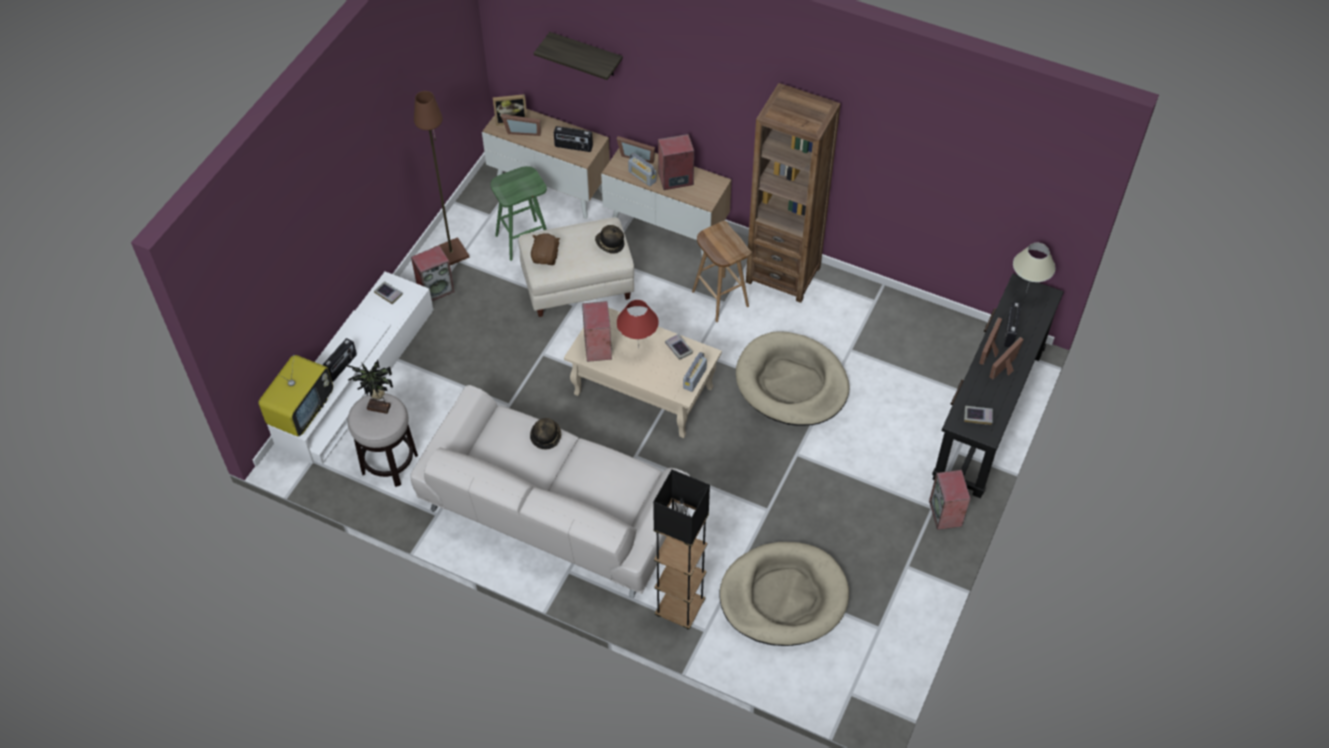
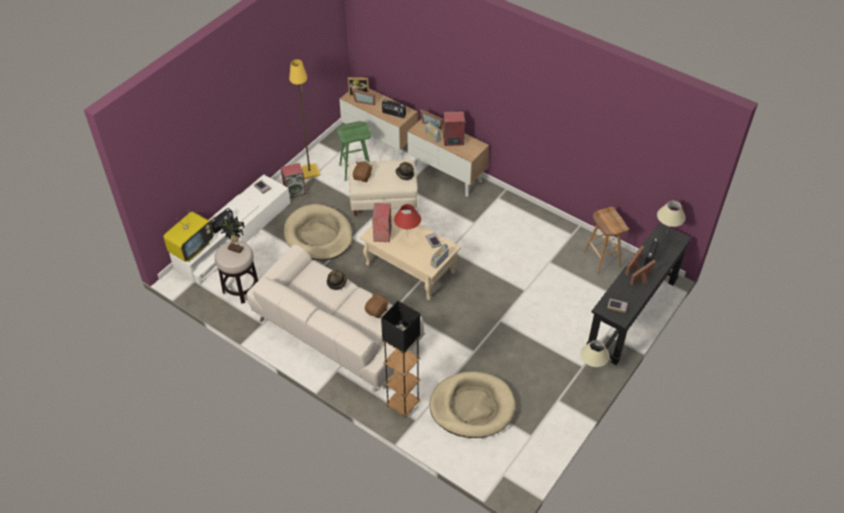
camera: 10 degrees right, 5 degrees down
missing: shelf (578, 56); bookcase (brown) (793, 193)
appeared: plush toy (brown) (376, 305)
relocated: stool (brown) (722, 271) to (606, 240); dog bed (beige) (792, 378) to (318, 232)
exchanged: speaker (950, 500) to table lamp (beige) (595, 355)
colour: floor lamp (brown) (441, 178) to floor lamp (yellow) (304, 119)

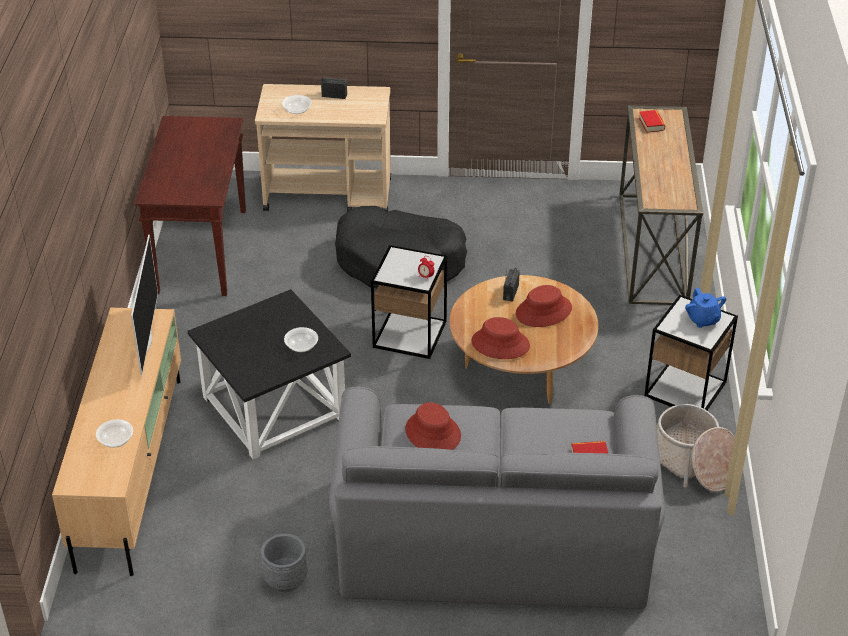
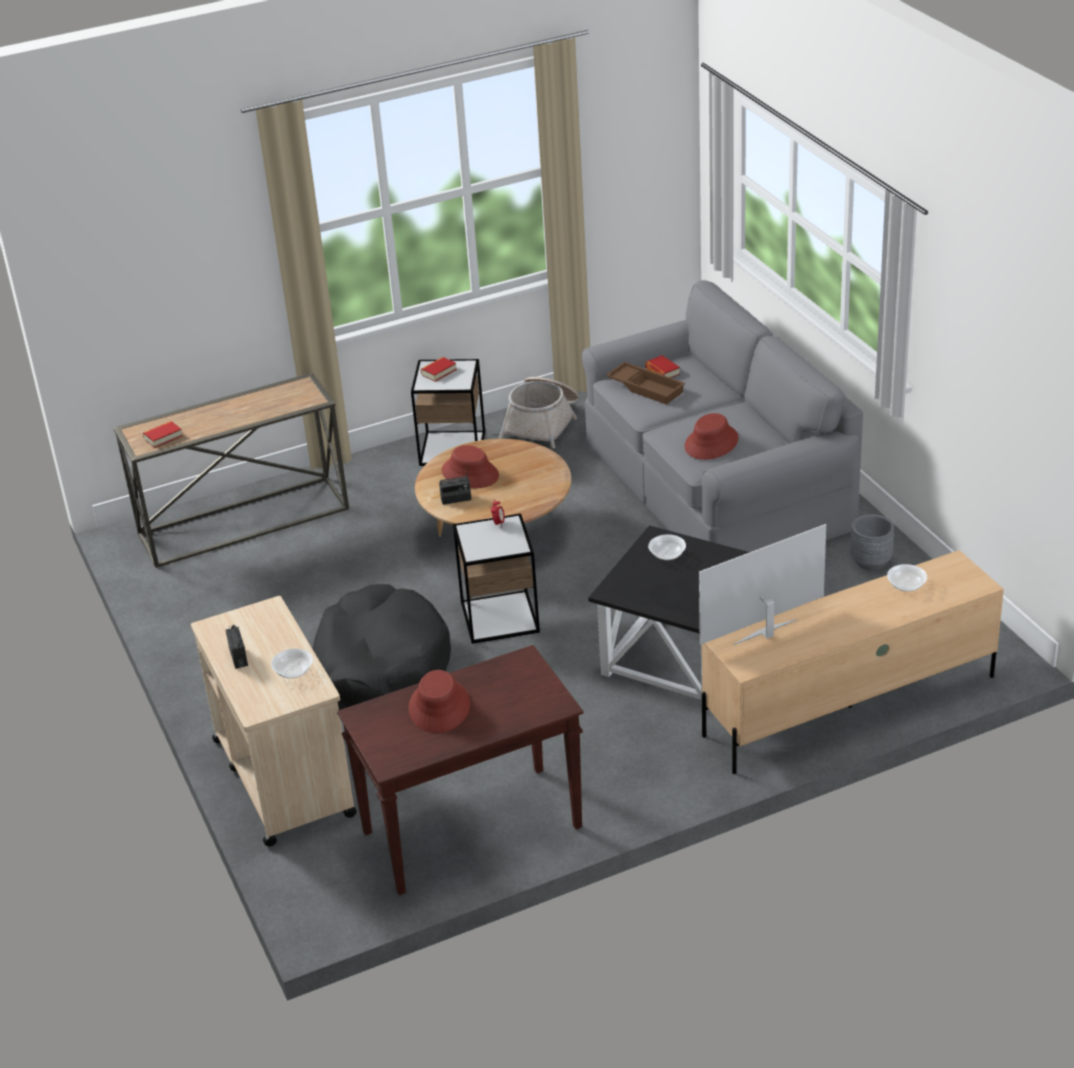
camera: 115 degrees left, 5 degrees down
appeared: tray (brown) (645, 383)
relocated: hat (red) (500, 338) to (439, 701)
exchanged: teapot (blue) (705, 308) to book (439, 369)

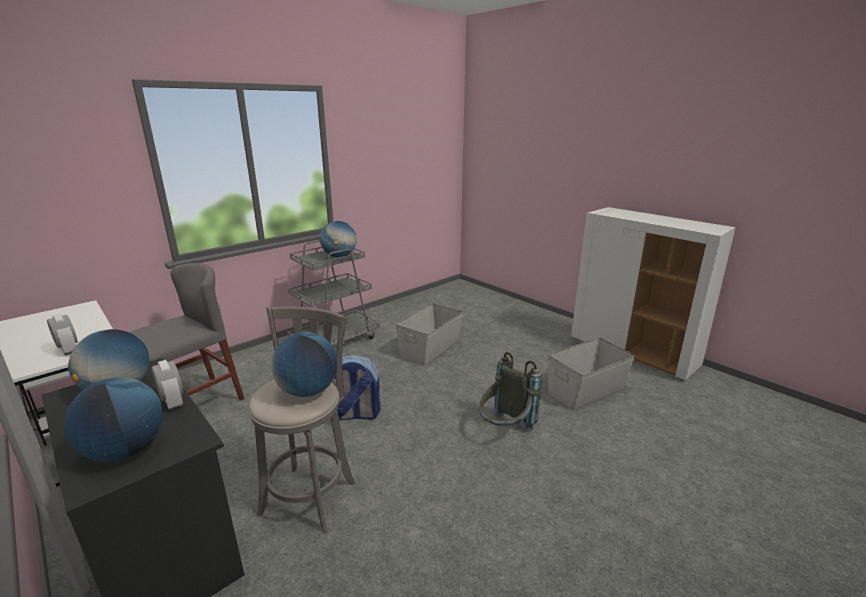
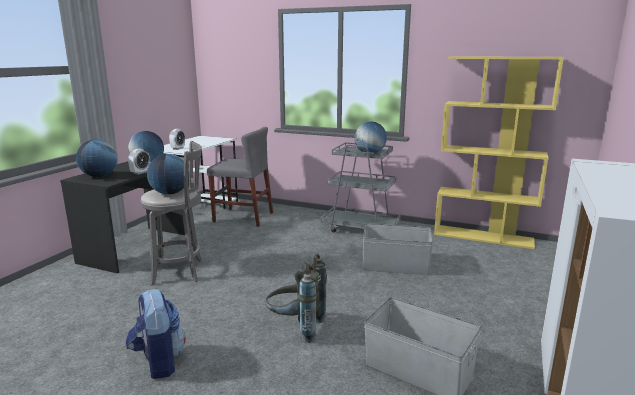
camera: 65 degrees right, 5 degrees down
appeared: bookcase (yellow) (499, 152)
relocated: backpack (357, 387) to (156, 334)

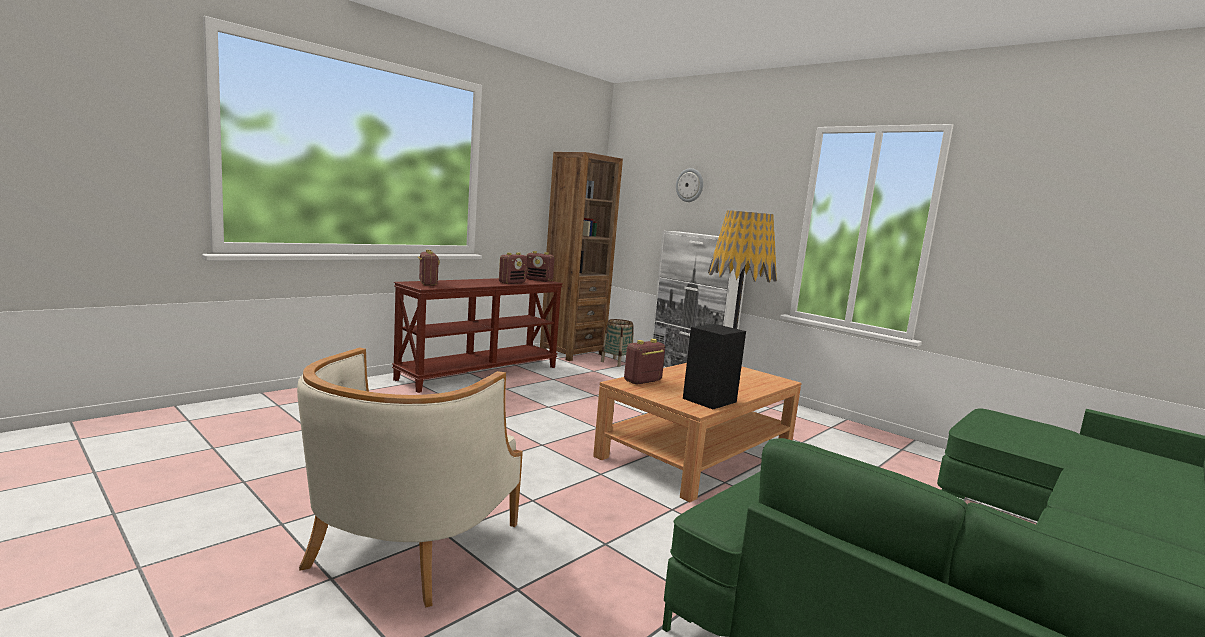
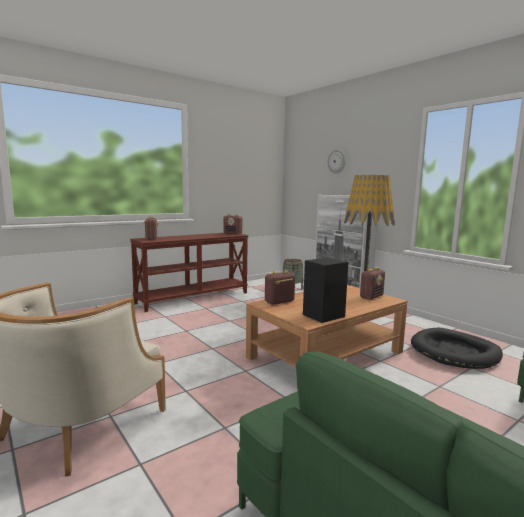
camera: 10 degrees right, 0 degrees up
missing: bookcase (brown) (581, 256)
appeared: dog bed (black) (457, 348)
relocated: radio (513, 268) to (372, 283)

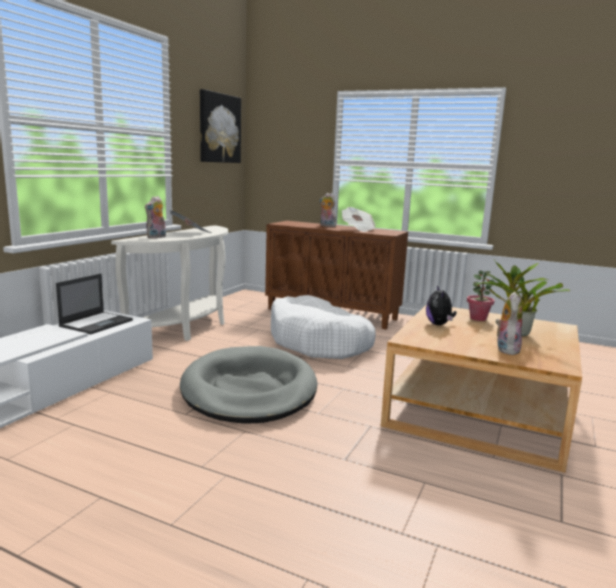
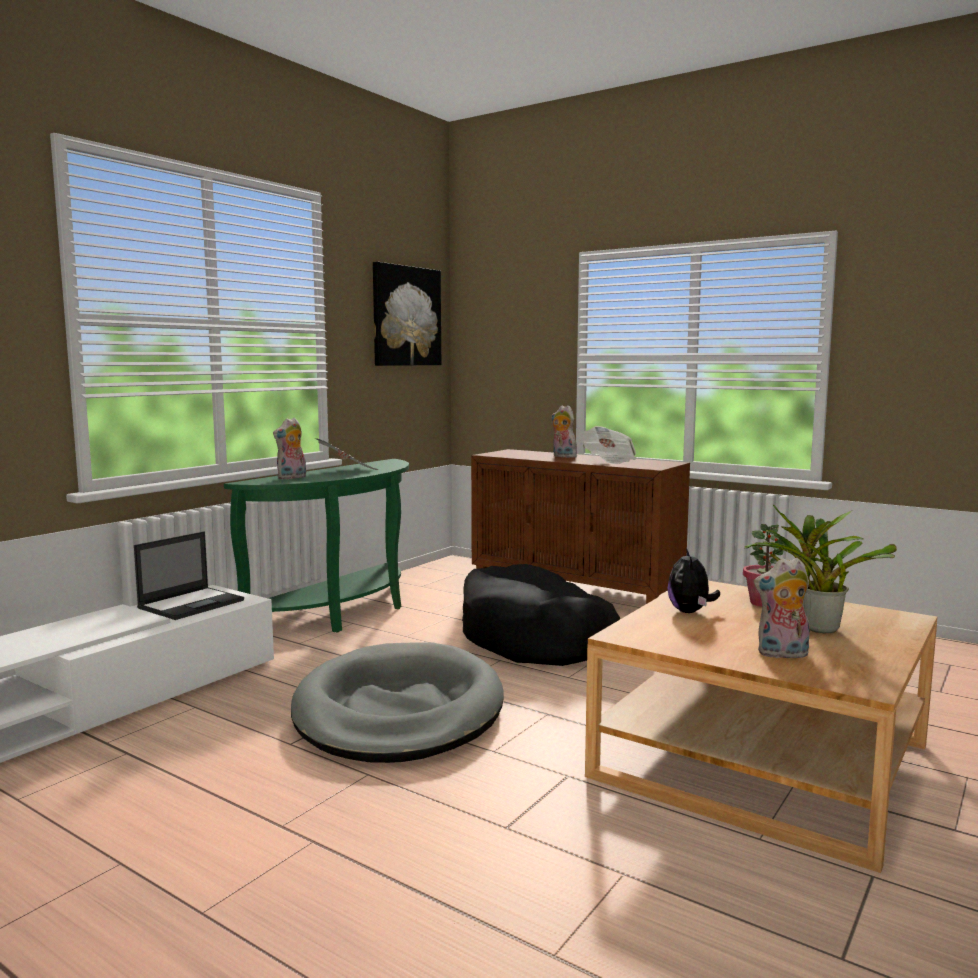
camera: 10 degrees right, 5 degrees down
colour: console table (white) (169, 283) to console table (green) (316, 546); dog bed (white) (323, 327) to dog bed (black) (541, 615)
spun: plush toy (509, 323) = (782, 608) 120 degrees counterclockwise

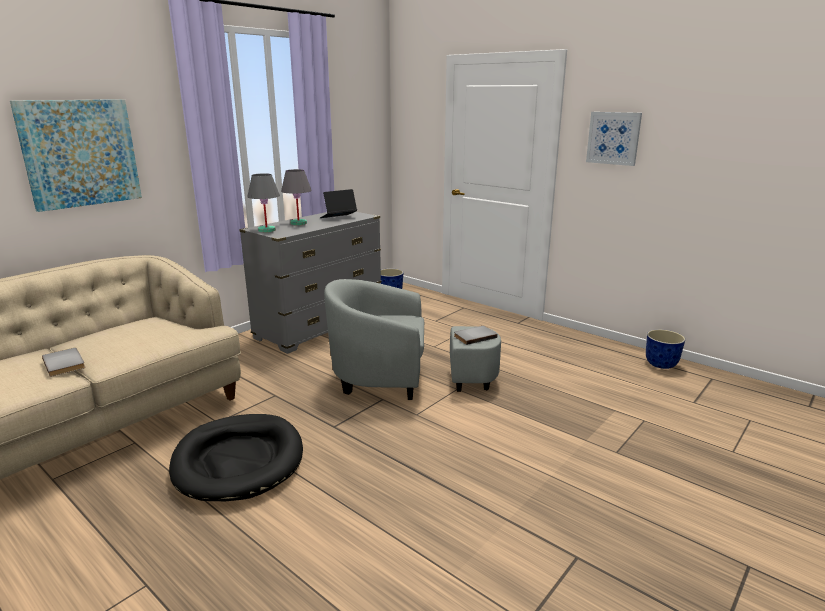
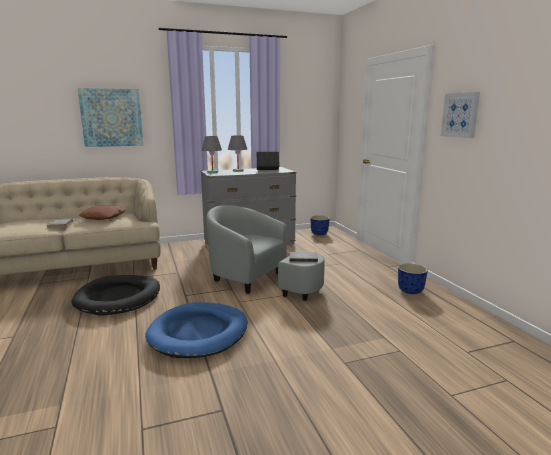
camera: 30 degrees right, 5 degrees down
appeared: pillow (brown) (102, 212); dog bed (blue) (196, 330)
relocated: planter (665, 349) to (413, 278)

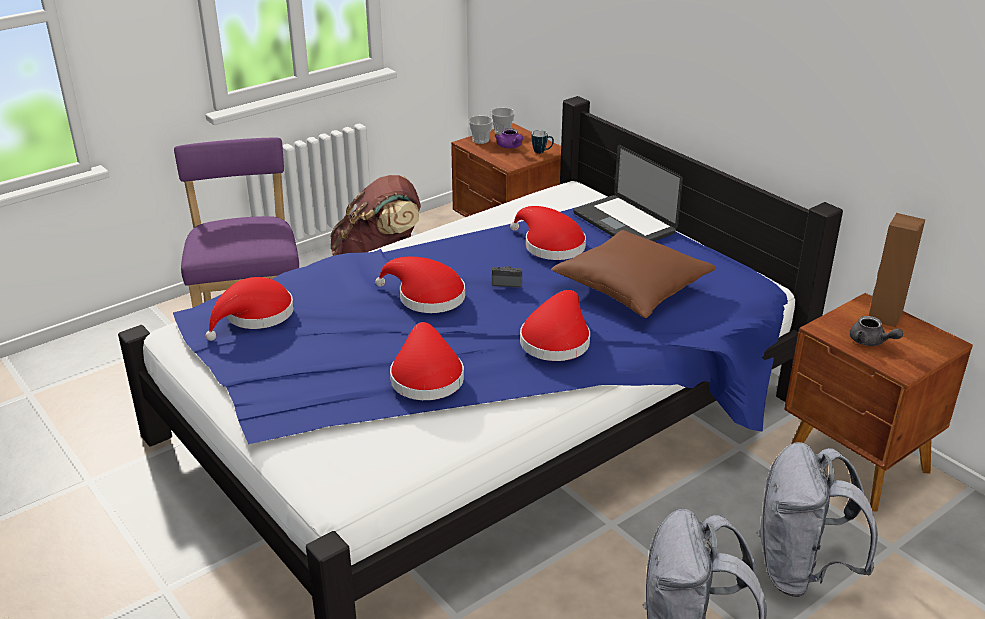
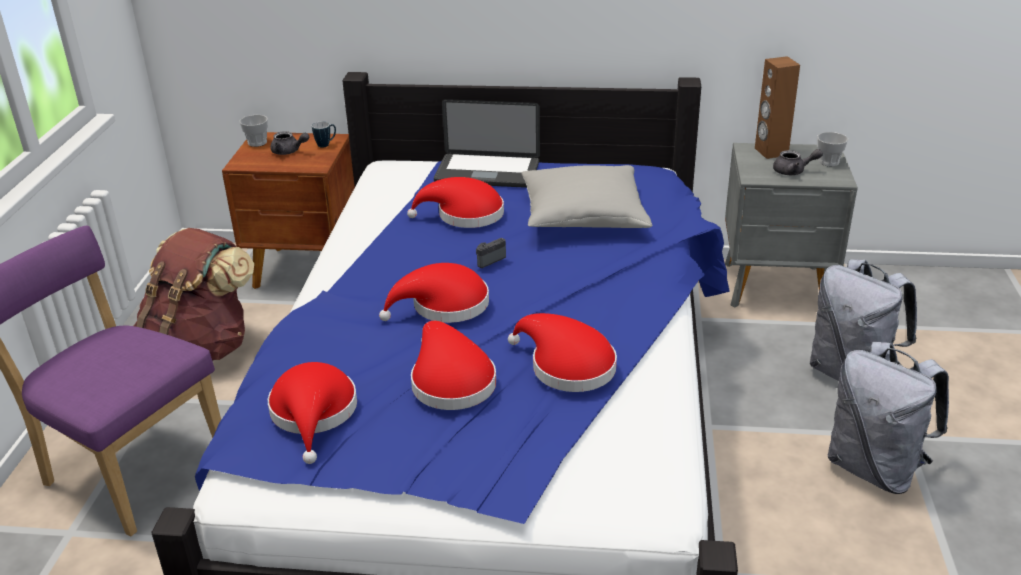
camera: 45 degrees left, 0 degrees up
relocated: cup (480, 130) to (832, 149); hat (red) (555, 325) to (453, 365)
colour: teapot (purple) (509, 138) to teapot (grey) (289, 143); pillow (brown) (633, 274) to pillow (grey) (587, 196); nightstand (brown) (878, 402) to nightstand (grey) (791, 225)

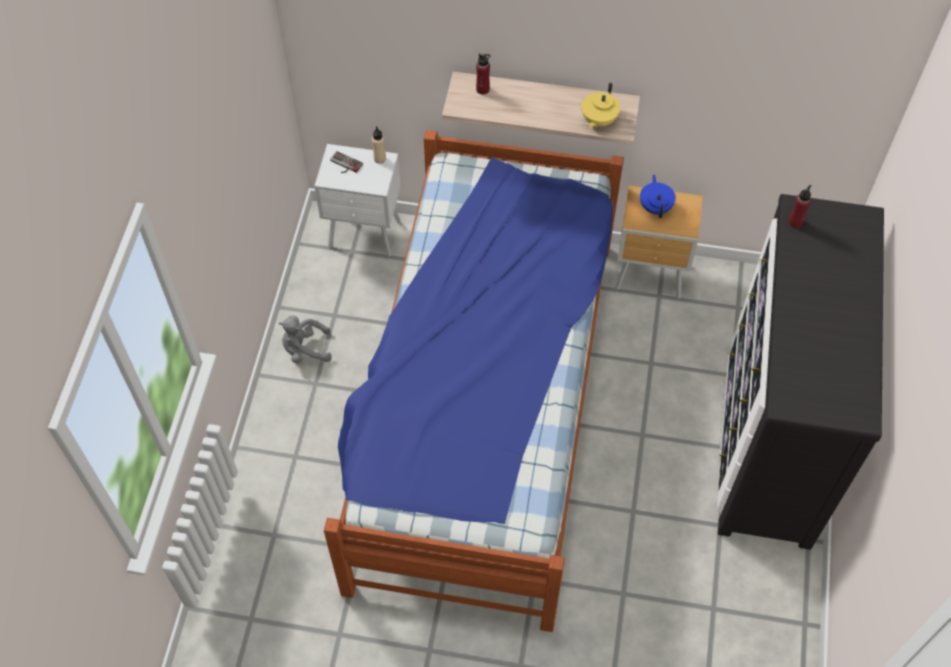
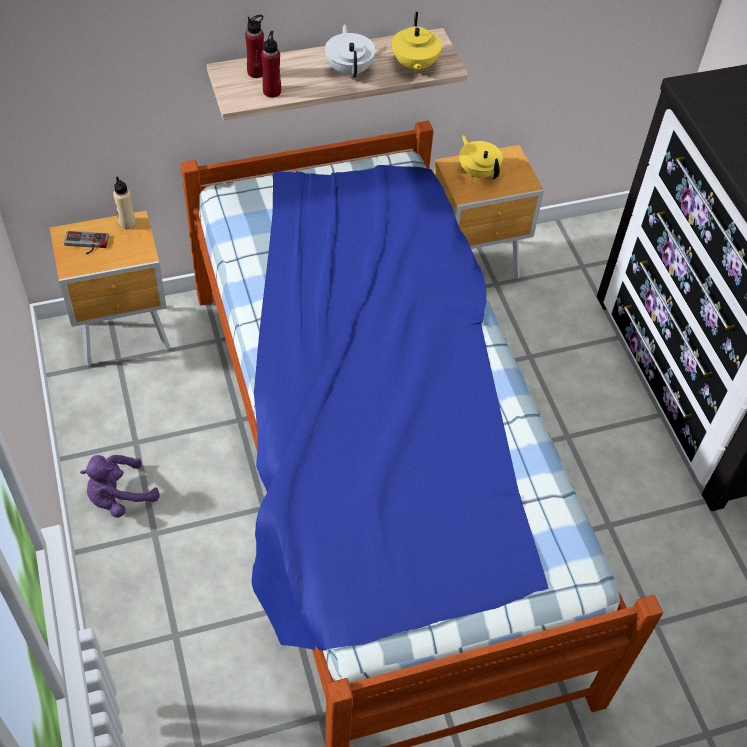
camera: 30 degrees left, 5 degrees down
appeared: teapot (white) (350, 51)
relocated: bottle (red) (800, 206) to (271, 64)
colour: plush toy (grey) (305, 339) to plush toy (purple) (120, 486); nightstand (white) (357, 200) to nightstand (brown) (110, 288); teapot (blue) (658, 196) to teapot (yellow) (481, 157)

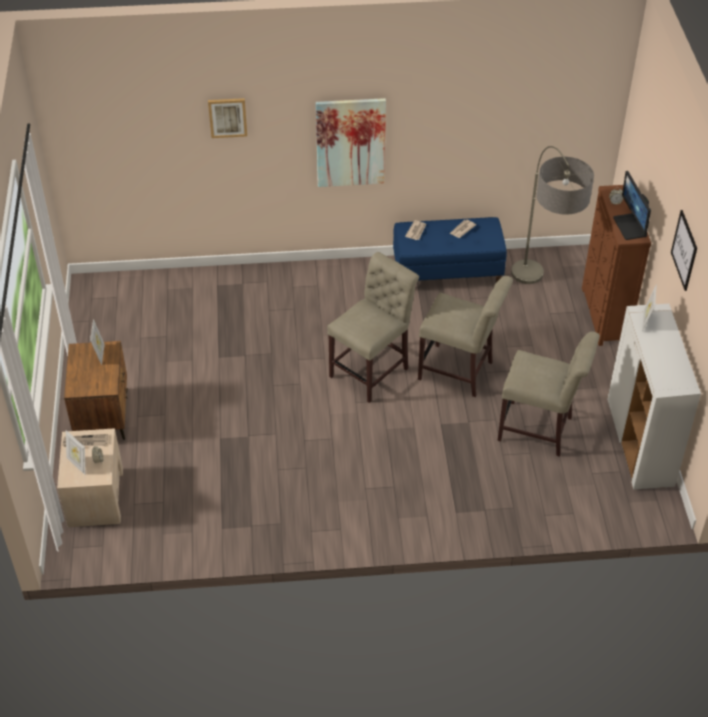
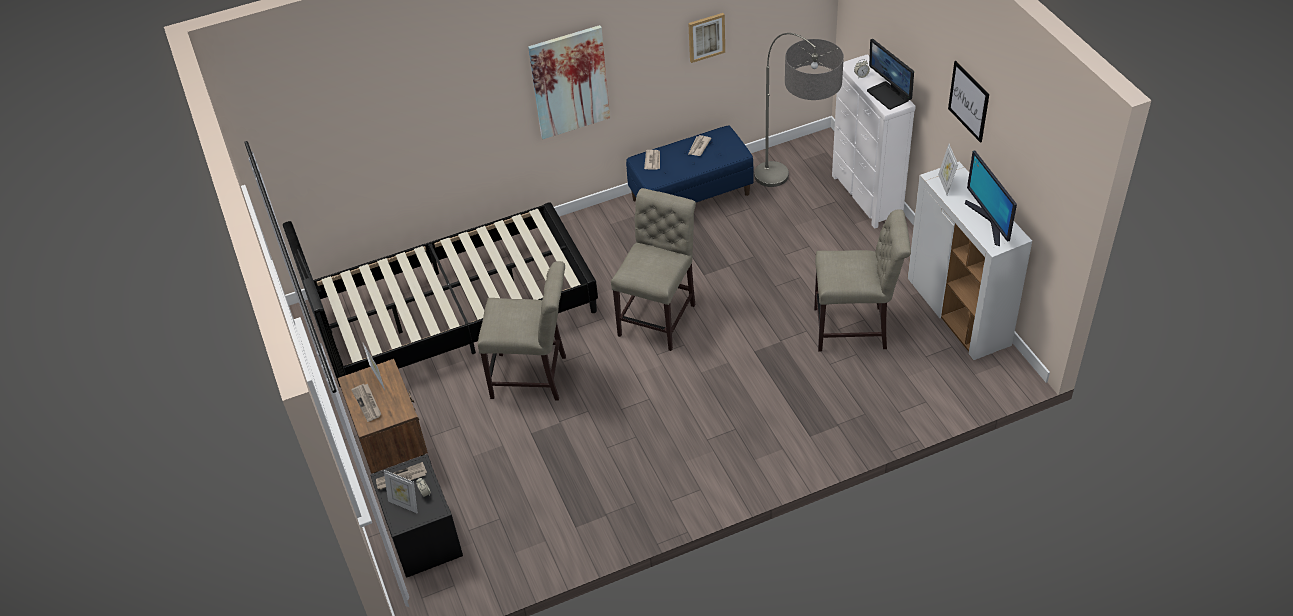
camera: 15 degrees left, 0 degrees up
appeared: bed (black) (440, 295); newspaper (366, 403); monitor (991, 198)
relocated: picture (227, 118) to (706, 38); chair (beige) (465, 336) to (522, 331)
colour: nightstand (beige) (90, 478) to nightstand (black) (416, 516); dresser (brown) (616, 265) to dresser (white) (874, 141)

